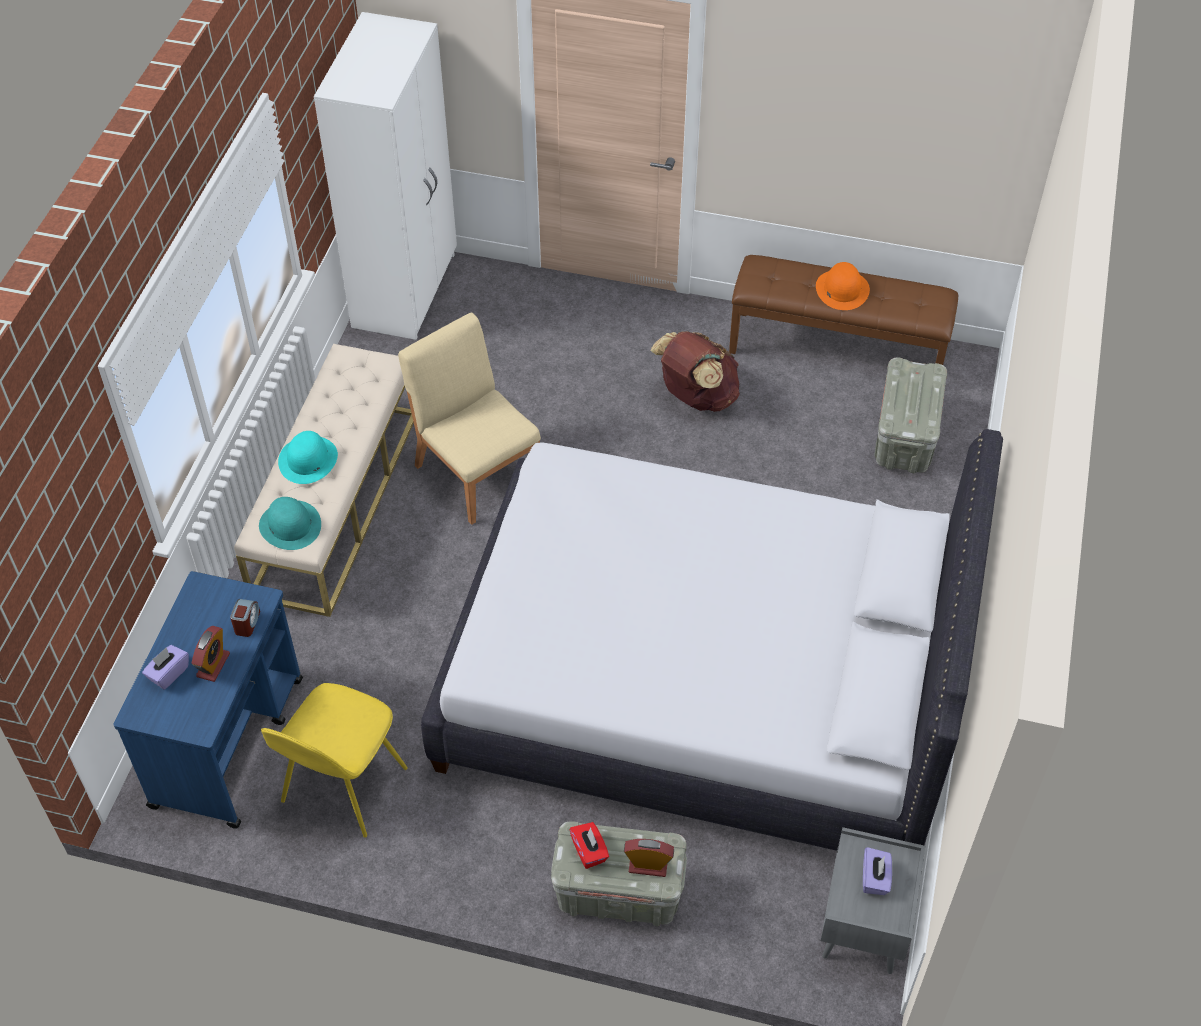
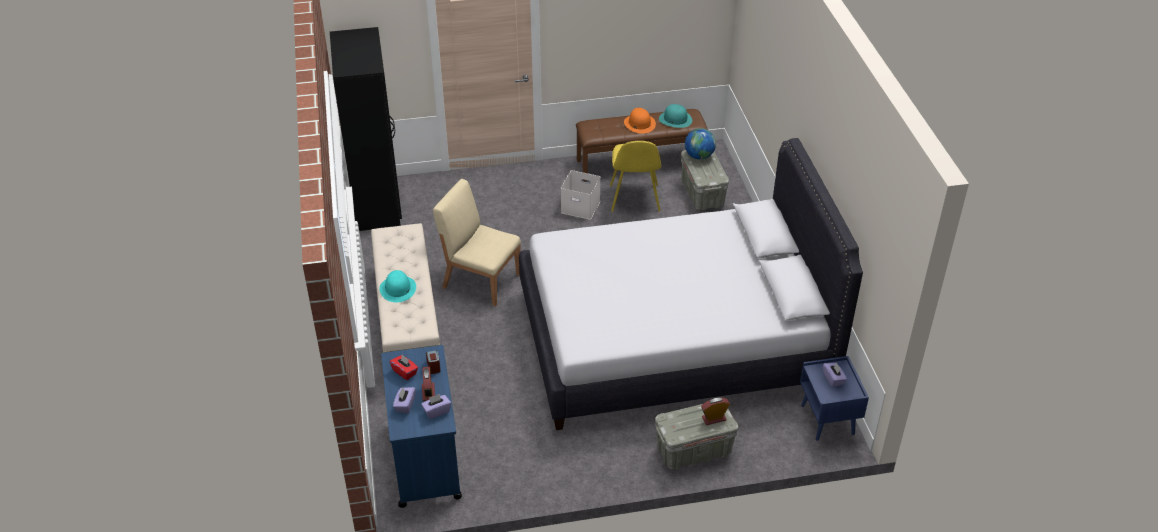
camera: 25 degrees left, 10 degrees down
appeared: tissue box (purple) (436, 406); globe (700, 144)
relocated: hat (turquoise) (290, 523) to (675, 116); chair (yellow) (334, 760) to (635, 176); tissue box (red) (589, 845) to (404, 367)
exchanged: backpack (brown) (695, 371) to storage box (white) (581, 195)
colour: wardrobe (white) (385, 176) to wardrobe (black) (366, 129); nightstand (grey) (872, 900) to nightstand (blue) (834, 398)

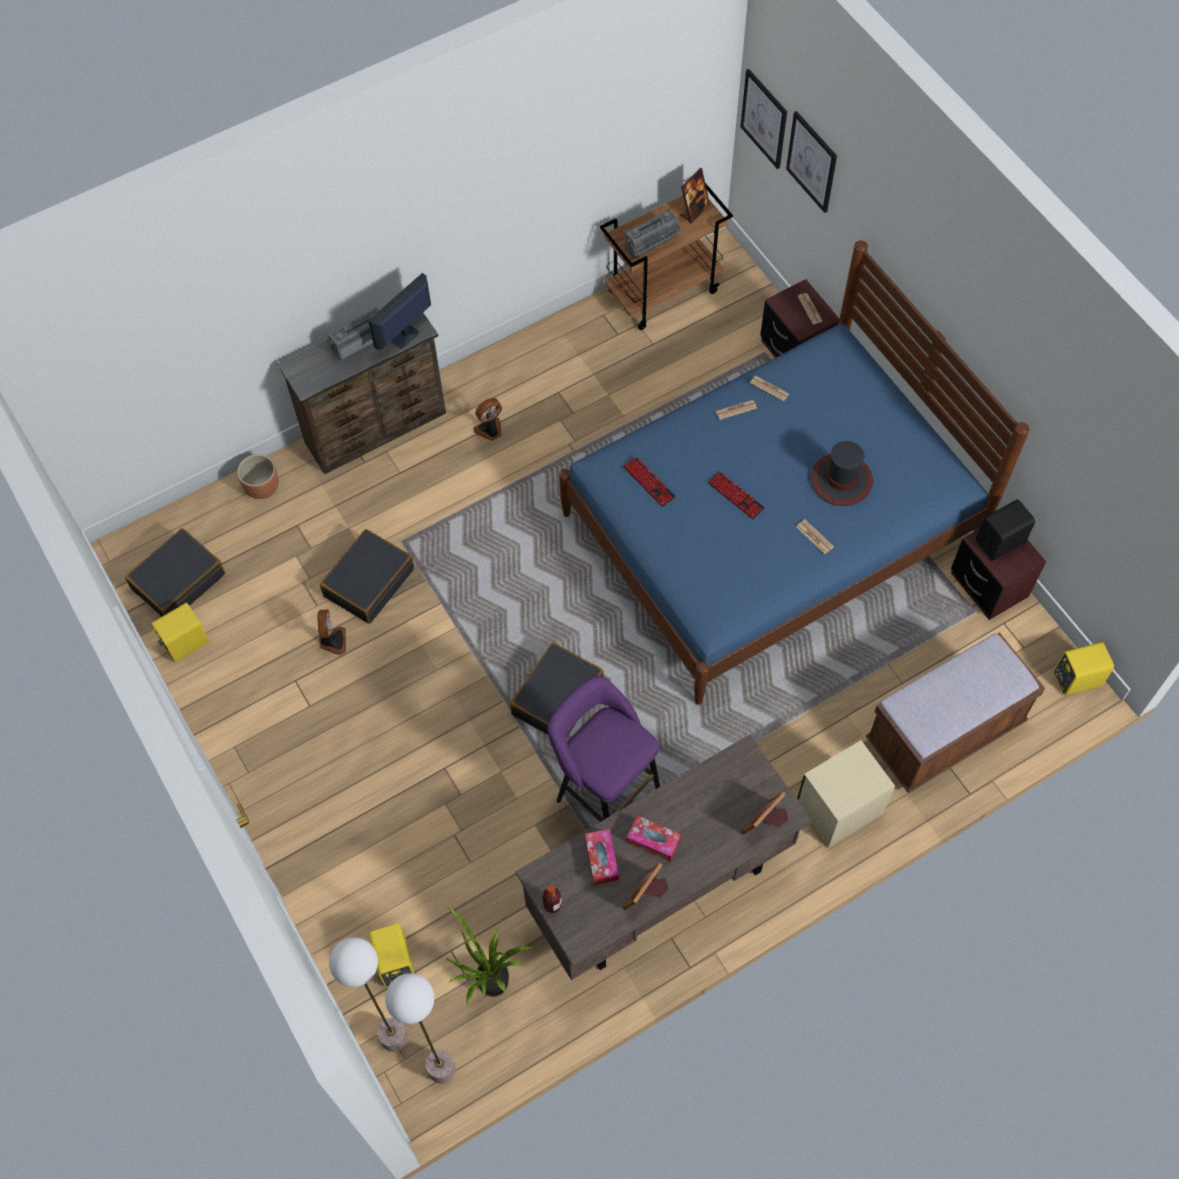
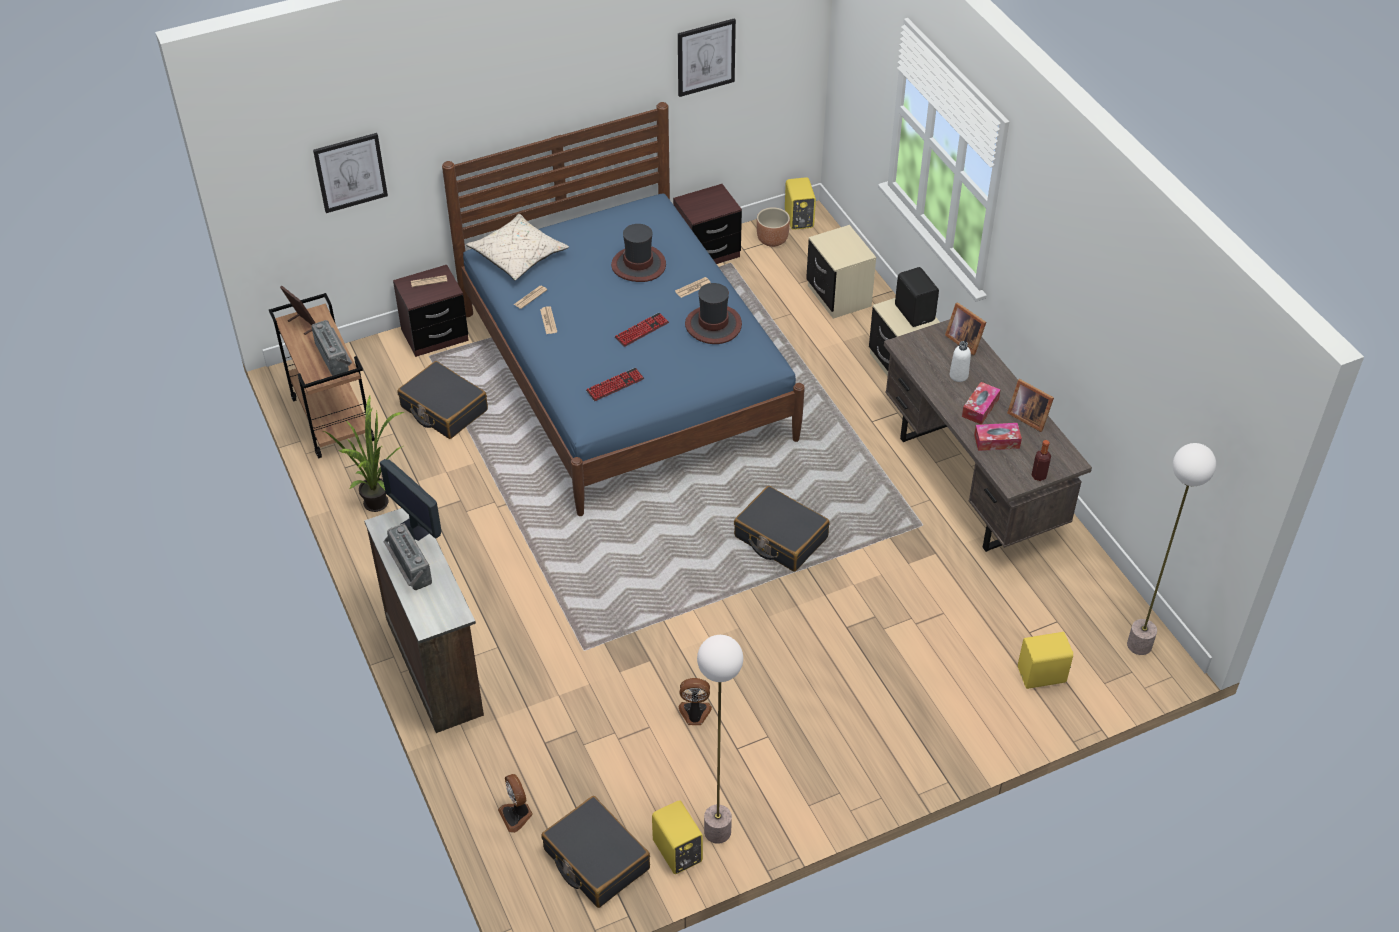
camera: 85 degrees left, 15 degrees down
missing: stool (purple) (604, 749)
appeared: pillow (beige) (517, 247); hat (713, 313); bottle (white) (960, 361)
relocated: planter (brown) (258, 476) to (773, 227); suitcase (black) (367, 576) to (443, 400); floor lamp (368, 994) to (720, 739); potted plant (489, 957) to (363, 454); fan (488, 419) to (515, 803); picture (764, 119) to (707, 58); speaker (black) (1005, 530) to (917, 297)
exchanged: bench (brown) (955, 712) to nightstand (beige) (841, 272)

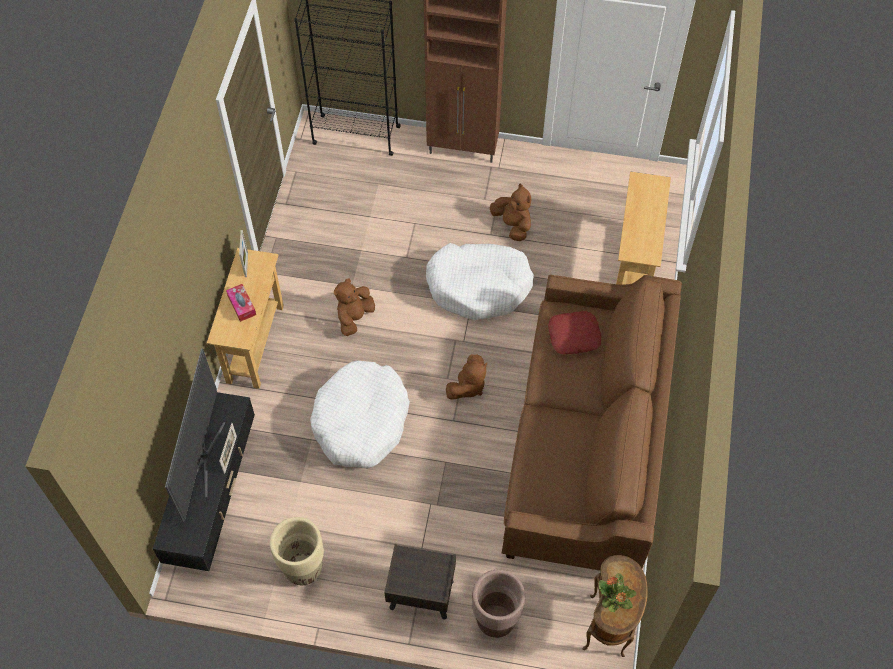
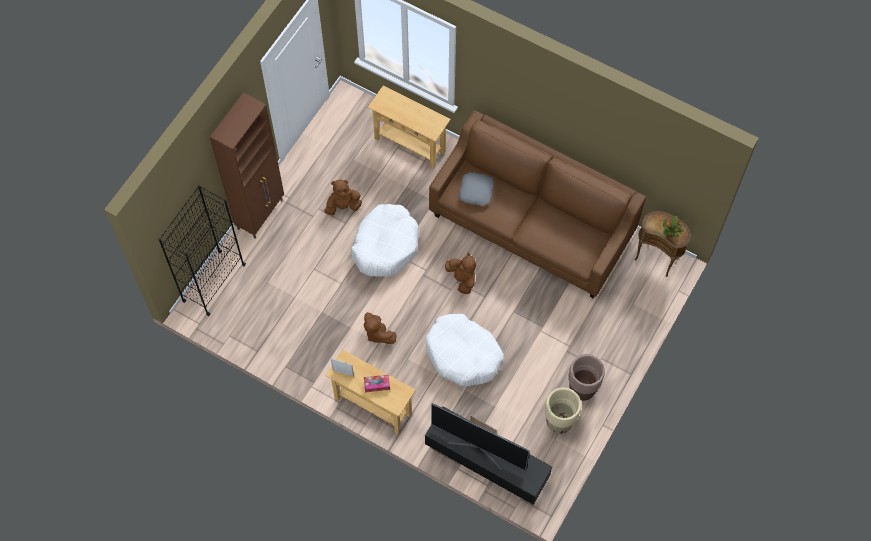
camera: 70 degrees left, 5 degrees up
missing: nightstand (brown) (420, 581)
relocated: planter (brown) (498, 604) to (586, 377)
colour: pillow (red) (574, 332) to pillow (grey) (476, 189)

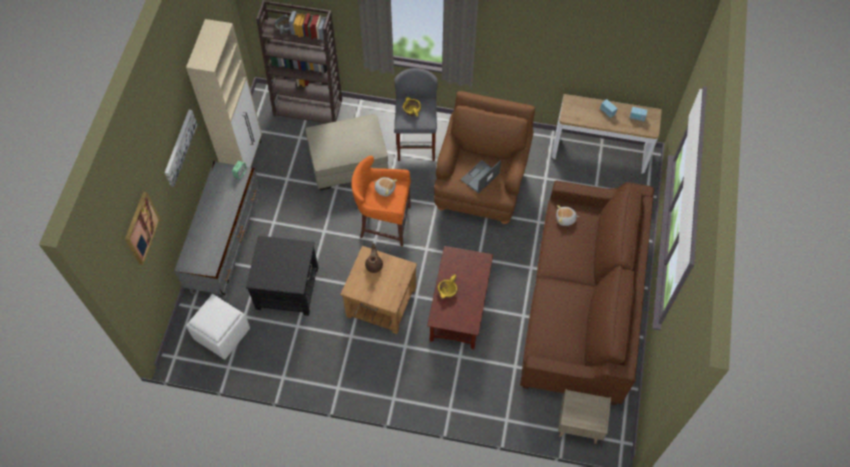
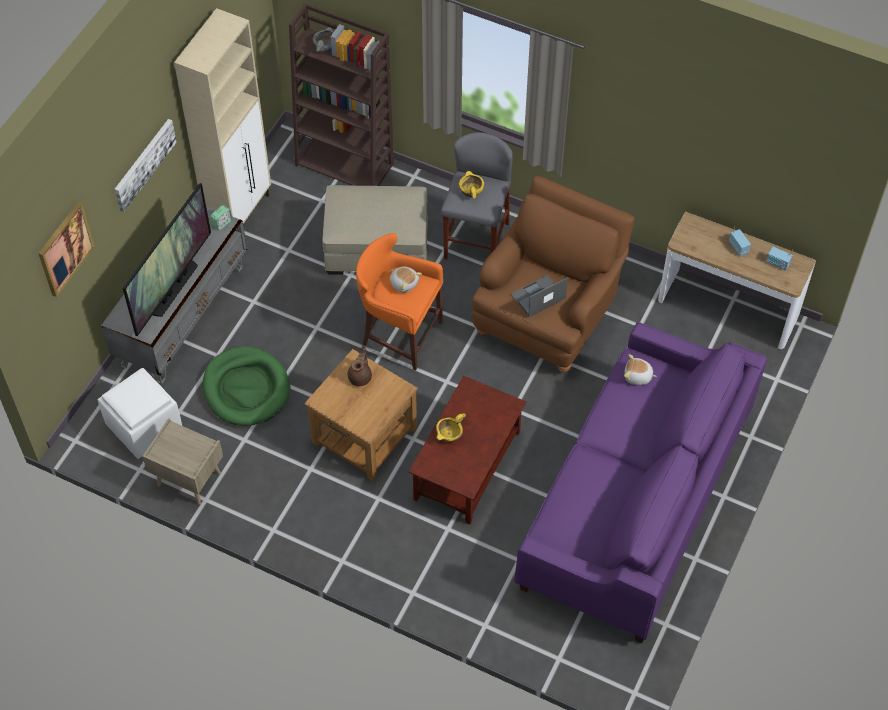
camera: 15 degrees right, 5 degrees down
appeared: television (167, 259)
relocated: nightstand (beige) (584, 416) to (182, 461)
exchanged: side table (black) (282, 275) to dog bed (green) (246, 386)
colour: sofa (brown) (587, 293) to sofa (purple) (640, 482)

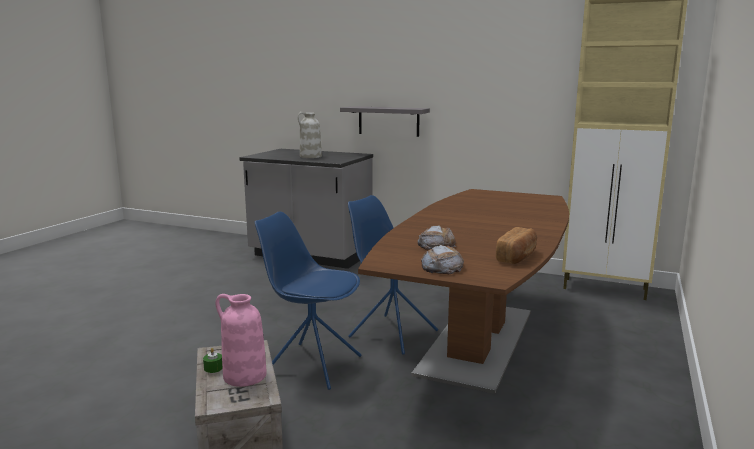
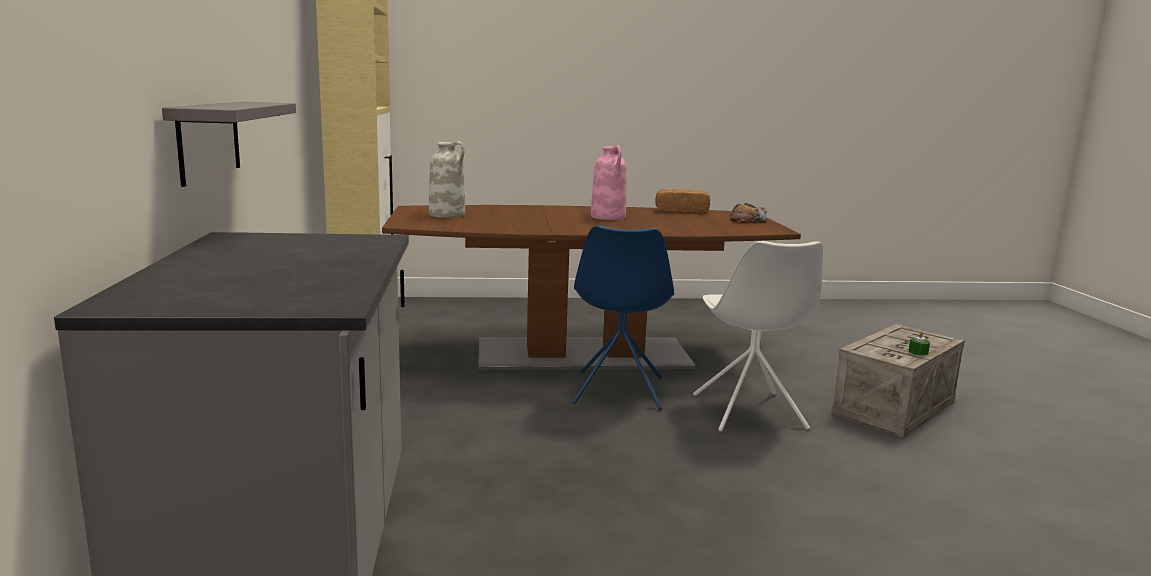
camera: 120 degrees left, 0 degrees up
missing: bread (436, 237)
relocated: vase (pink) (241, 340) to (609, 183); vase (white) (310, 135) to (447, 179)
colour: chair (blue) (307, 300) to chair (white) (758, 336)

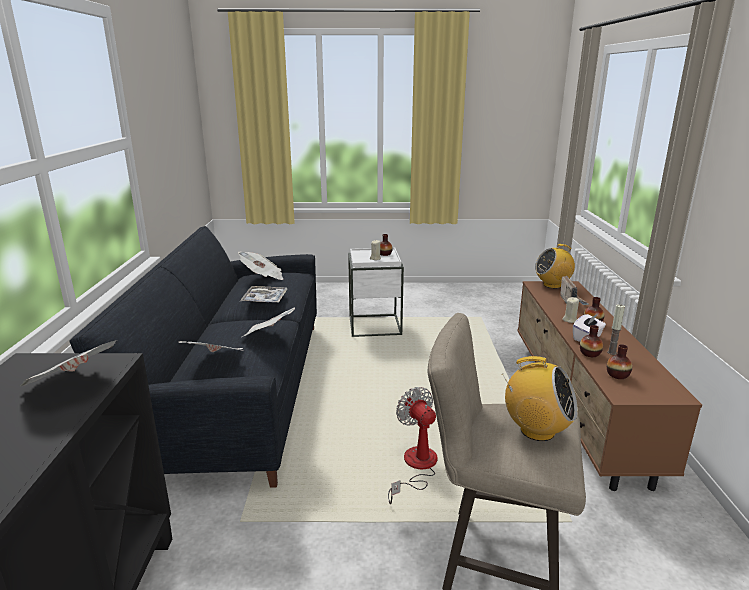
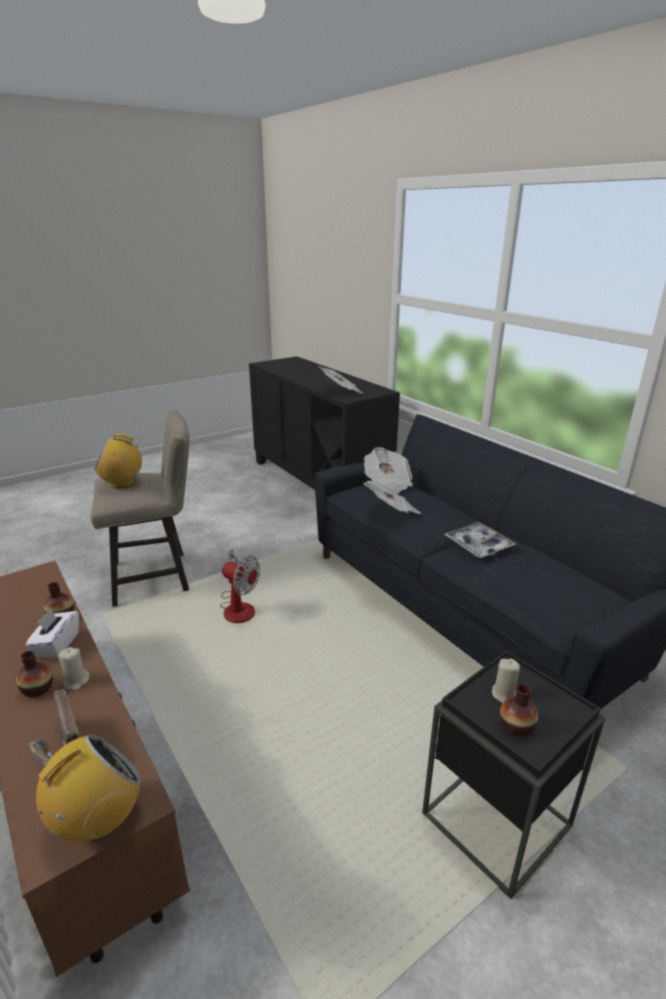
camera: 145 degrees right, 5 degrees up
missing: newspaper (260, 266); candle (616, 329); vase (619, 361)
colour: side table (white) (376, 292) to side table (black) (513, 774)

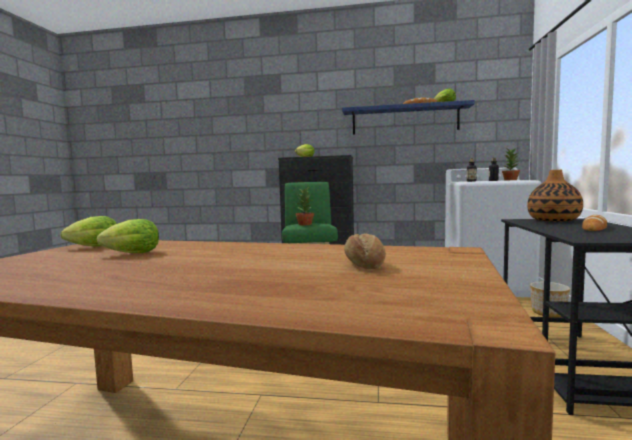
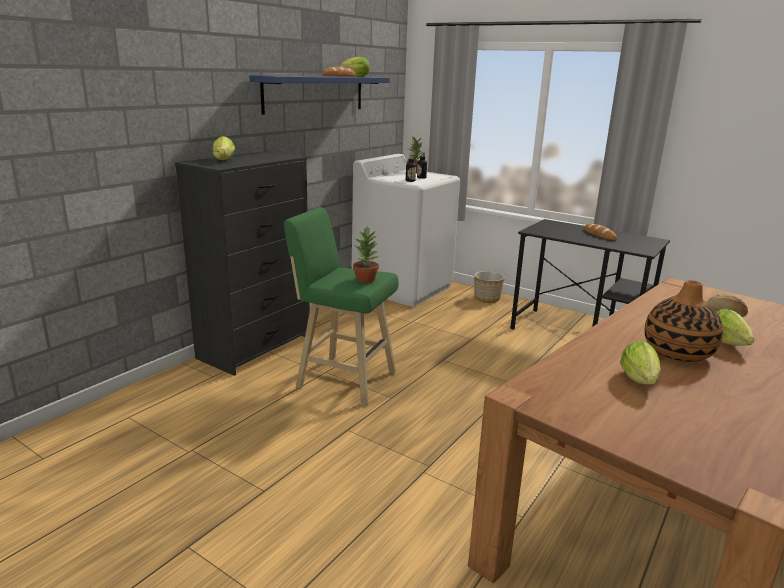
camera: 65 degrees left, 15 degrees up
relocated: lettuce (88, 231) to (735, 327); vase (555, 196) to (684, 321)

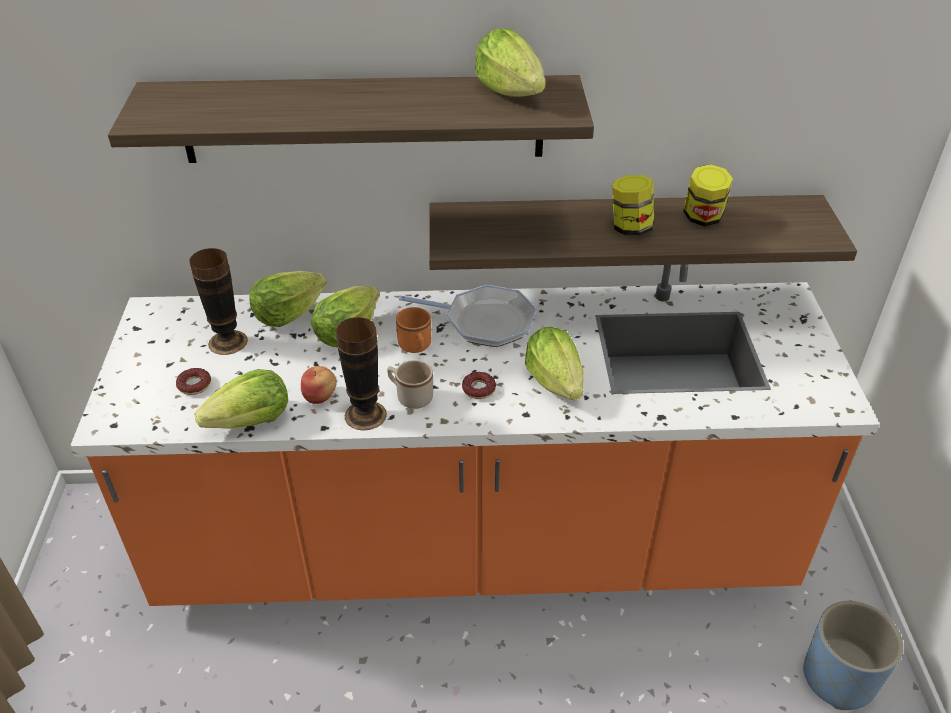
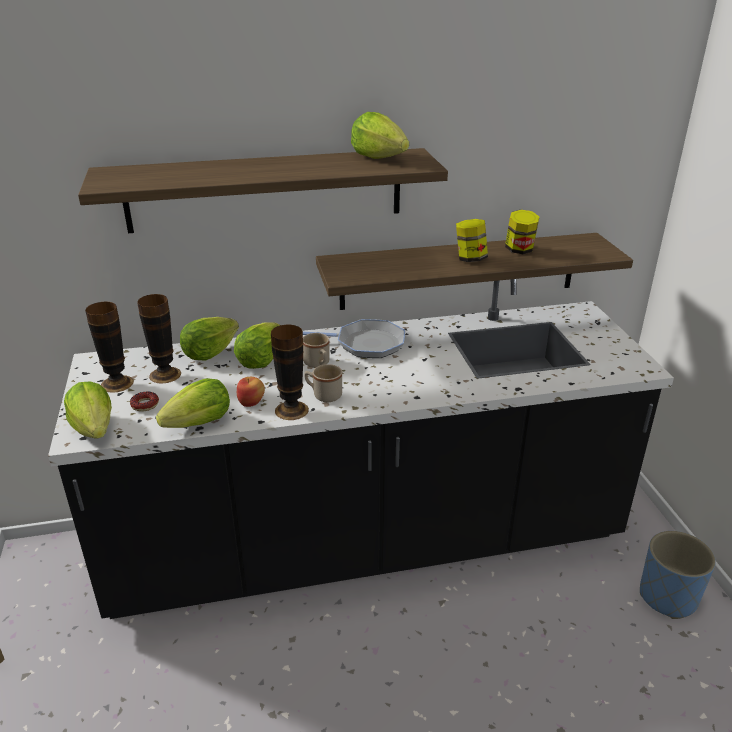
camera: 10 degrees left, 10 degrees down
missing: donut (479, 385)
appeared: vase (109, 347)
relocated: lettuce (554, 363) to (88, 410)
colour: counter (orange) (475, 435) to counter (black) (361, 449); mug (orange) (413, 330) to mug (beige) (316, 350)

